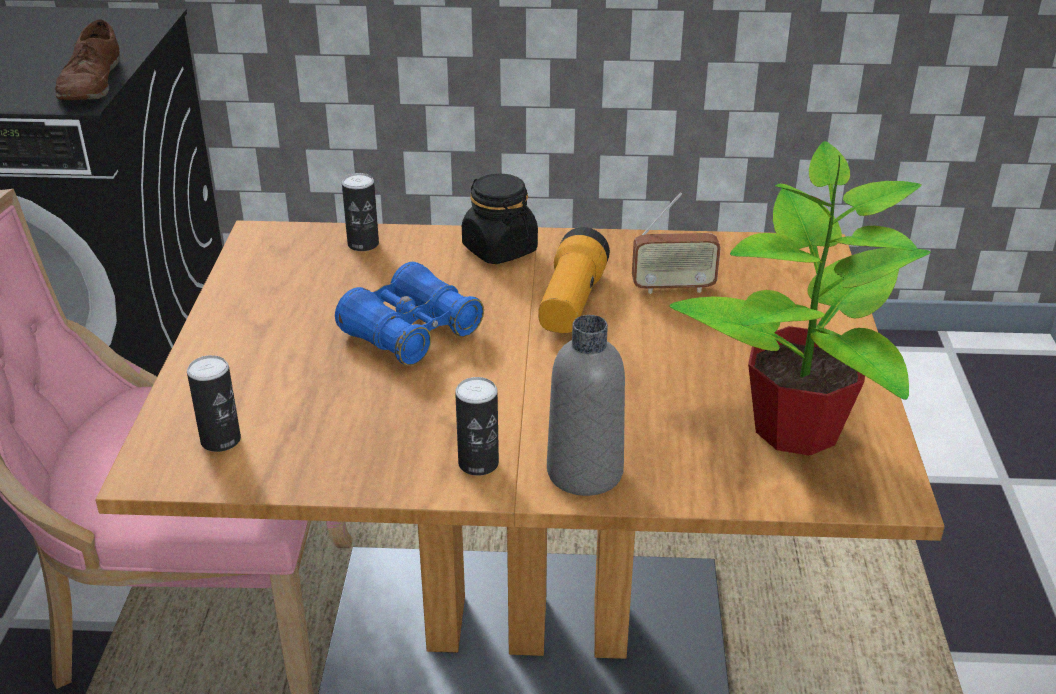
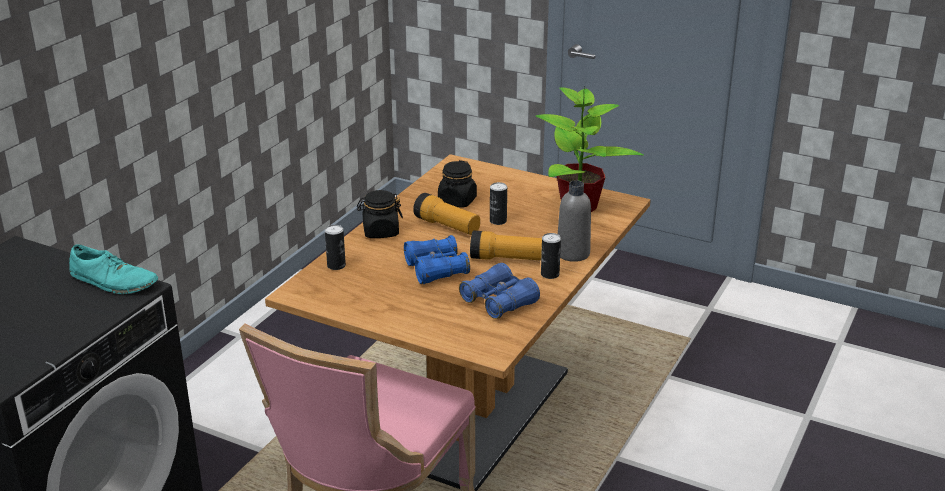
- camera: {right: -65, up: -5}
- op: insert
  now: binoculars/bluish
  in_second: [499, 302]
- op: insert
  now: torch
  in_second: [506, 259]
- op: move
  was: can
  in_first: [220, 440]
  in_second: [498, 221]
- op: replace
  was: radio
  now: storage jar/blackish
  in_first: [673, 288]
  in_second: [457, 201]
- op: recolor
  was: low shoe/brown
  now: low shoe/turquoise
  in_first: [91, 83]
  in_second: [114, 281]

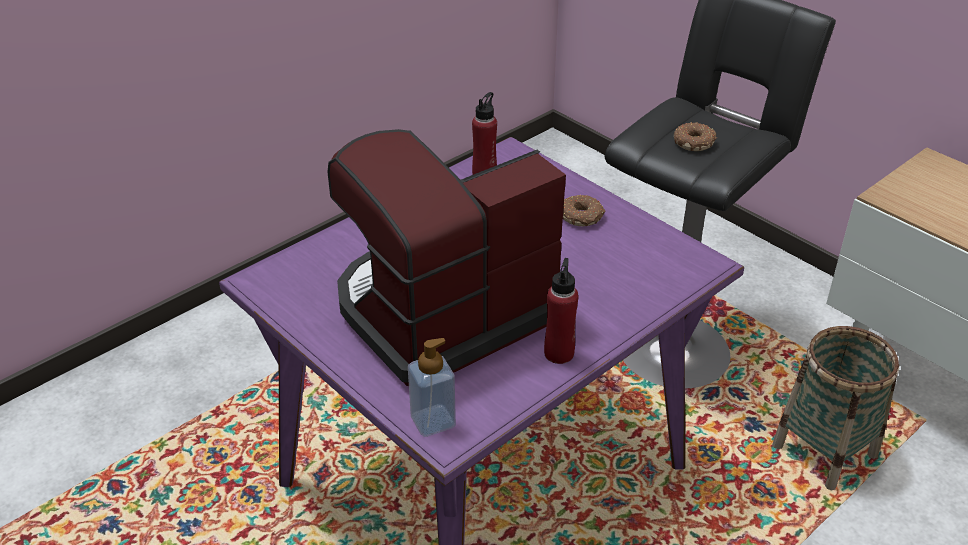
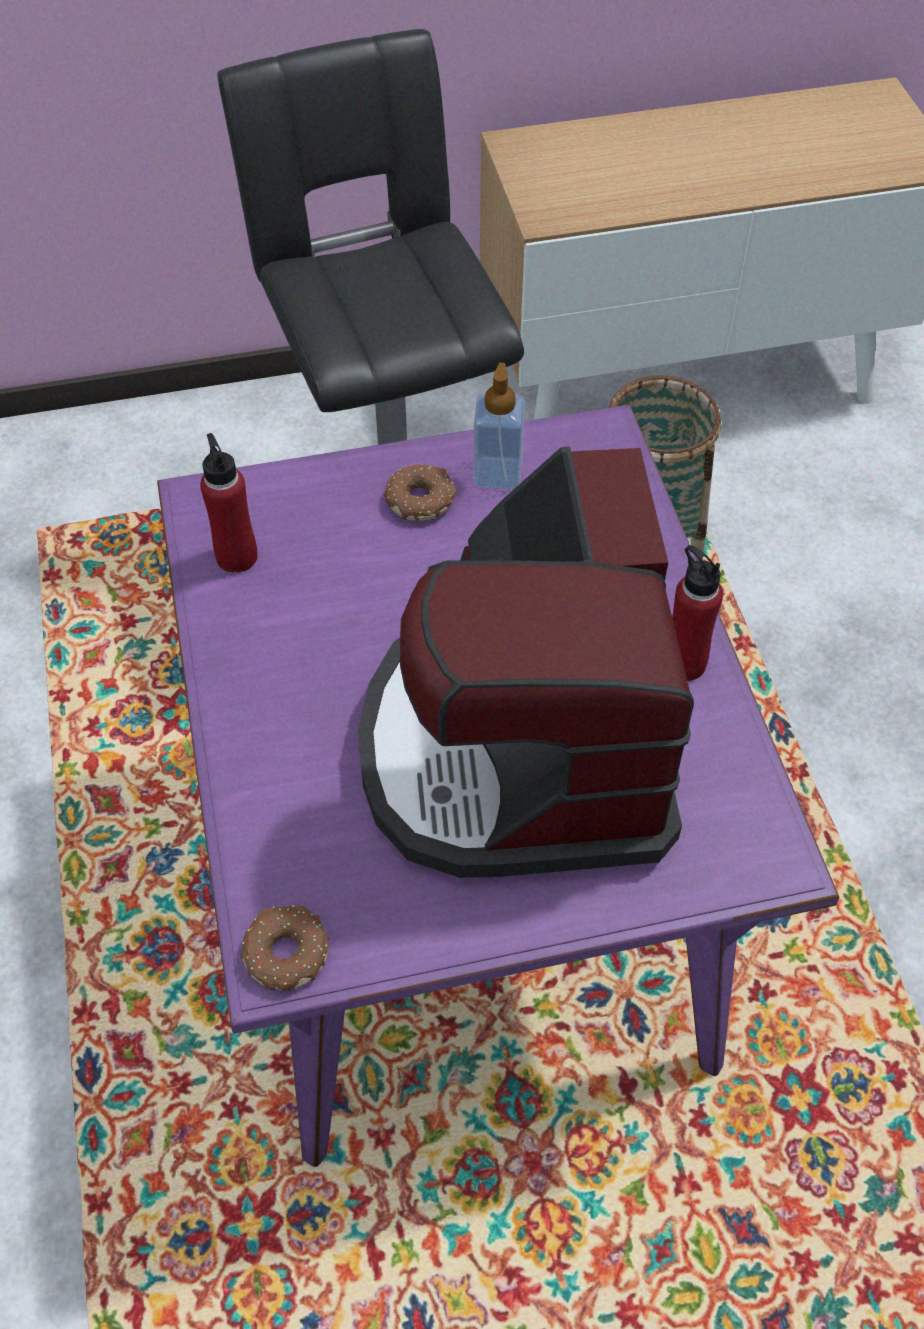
- camera: {right: -60, up: 15}
- op: move
  was: liquid soap bottle
  in_first: [433, 421]
  in_second: [497, 474]
- op: move
  was: ring doughnut
  in_first: [694, 142]
  in_second: [286, 952]

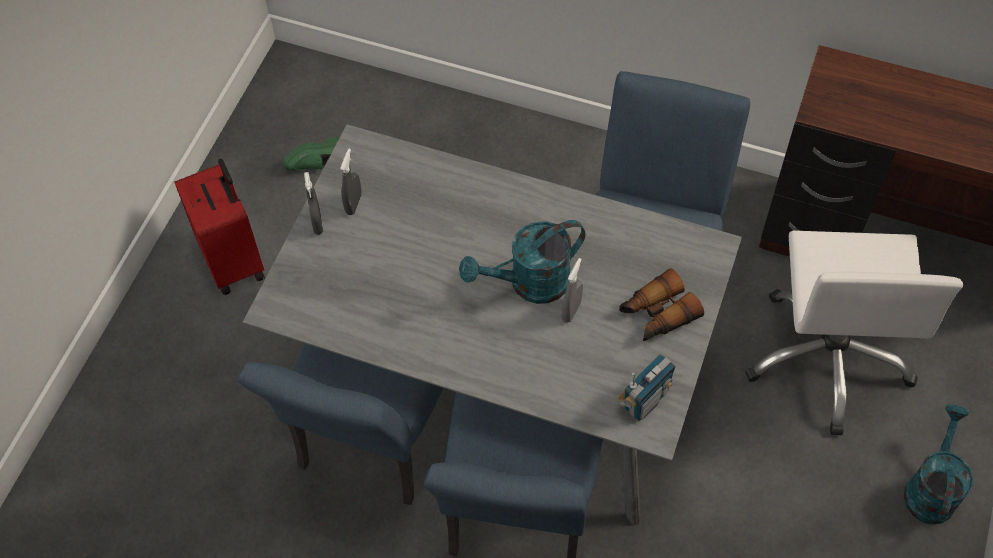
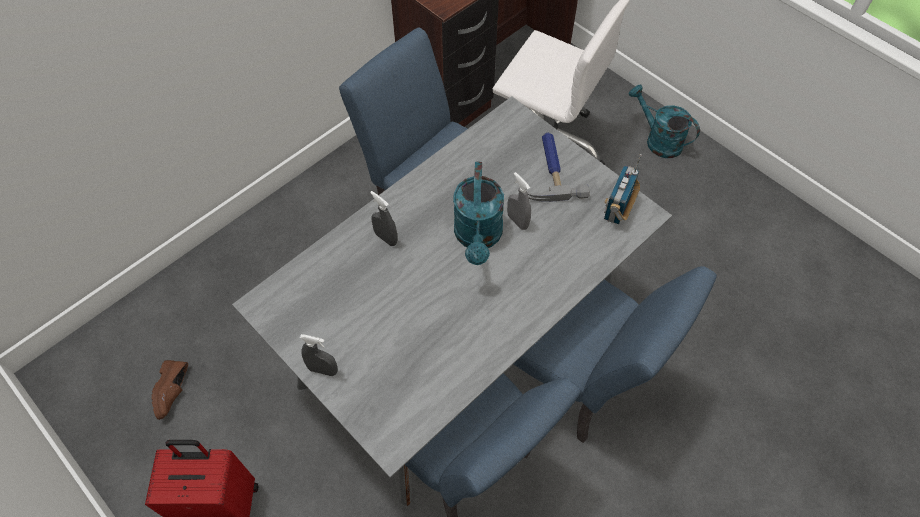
- camera: {right: -65, up: 0}
- op: move
  was: sprayer/gray
  in_first: [353, 204]
  in_second: [386, 238]
- op: replace
  was: binoculars
  now: hammer
  in_first: [657, 314]
  in_second: [549, 170]
- op: recolor
  was: low shoe/green
  now: low shoe/brown
  in_first: [319, 165]
  in_second: [175, 391]
- op: rotate
  was: radio
  in_first: [644, 401]
  in_second: [617, 210]
  clockwise: -135

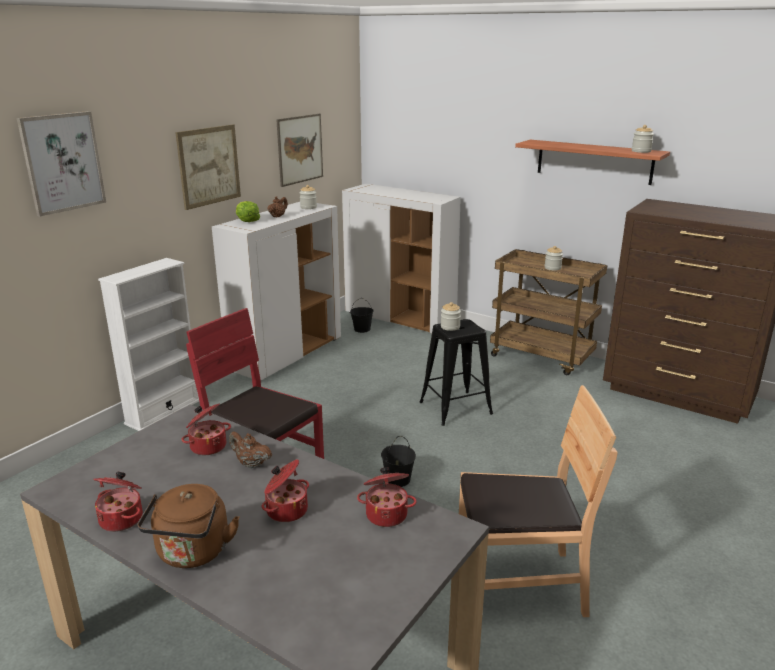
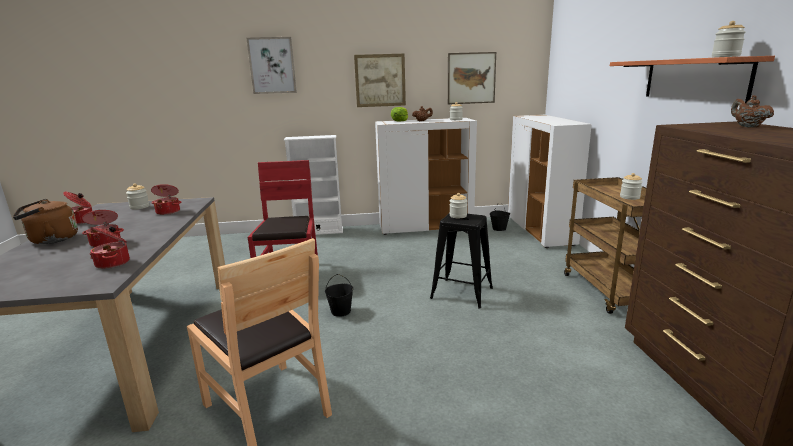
- camera: {right: 50, up: -5}
- op: insert
  now: storage jar
  in_second: [139, 207]
- op: move
  was: teapot/brown
  in_first: [251, 464]
  in_second: [747, 126]

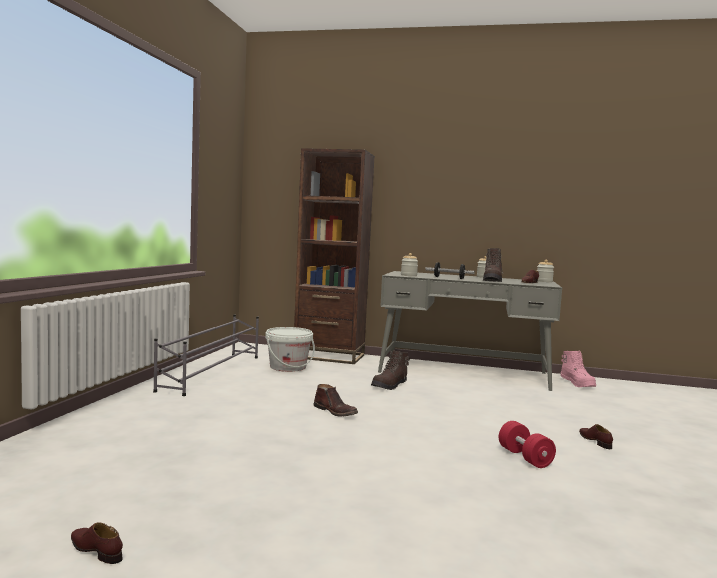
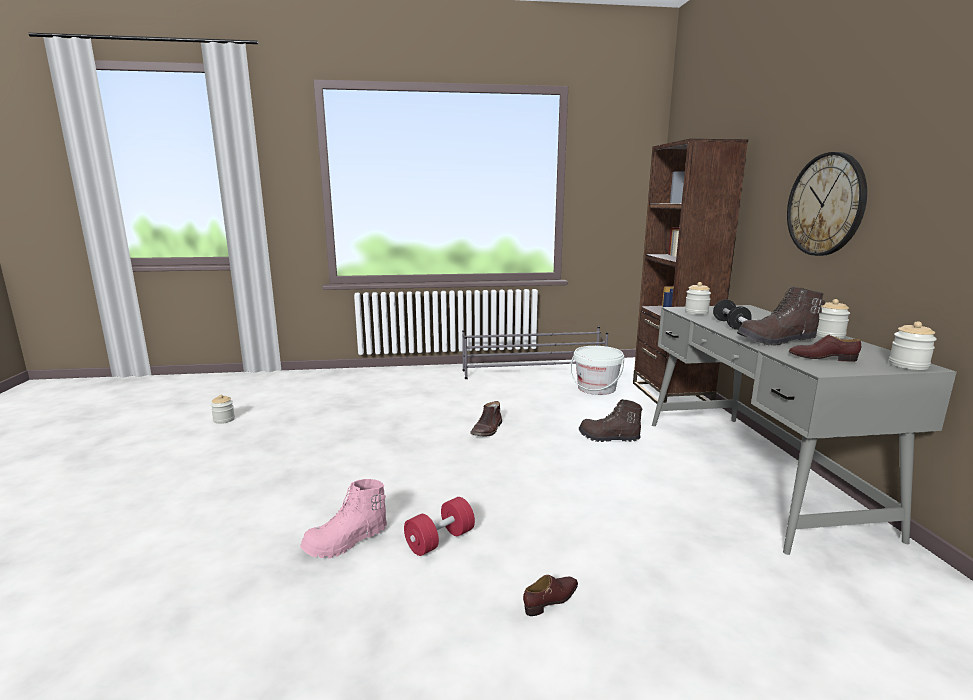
- camera: {right: 70, up: 10}
- op: insert
  now: clock on the wall
  in_second: [826, 205]
- op: move
  was: tall boot/pink-coloured
  in_first: [577, 383]
  in_second: [346, 542]
- op: replace
  was: low shoe/brown
  now: storage jar
  in_first: [96, 550]
  in_second: [224, 420]

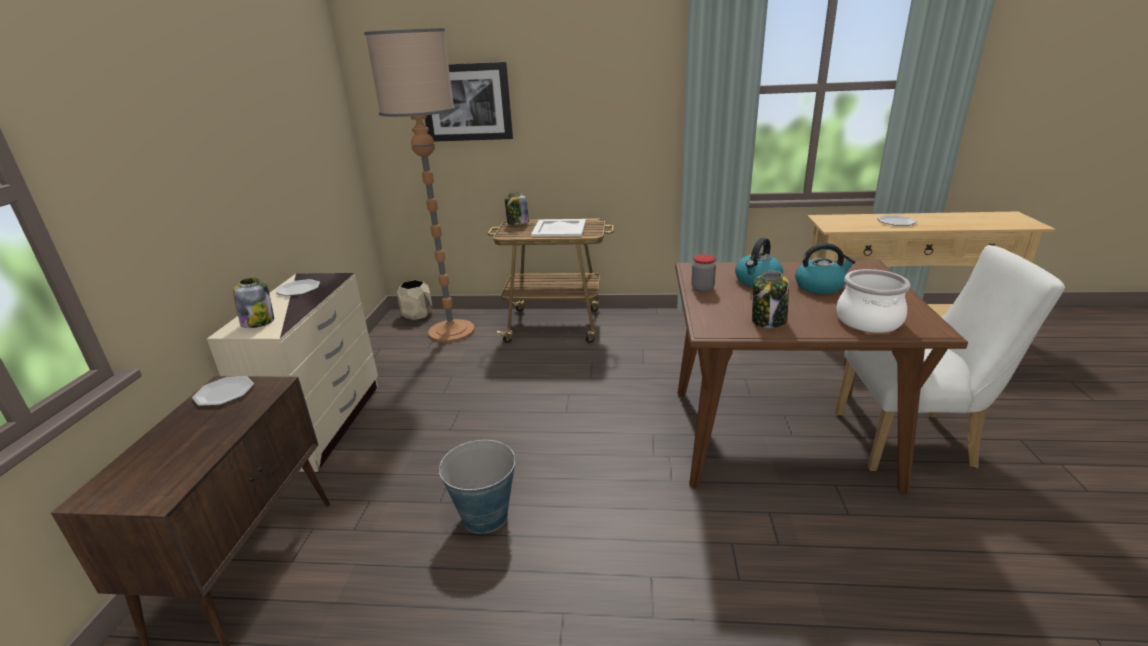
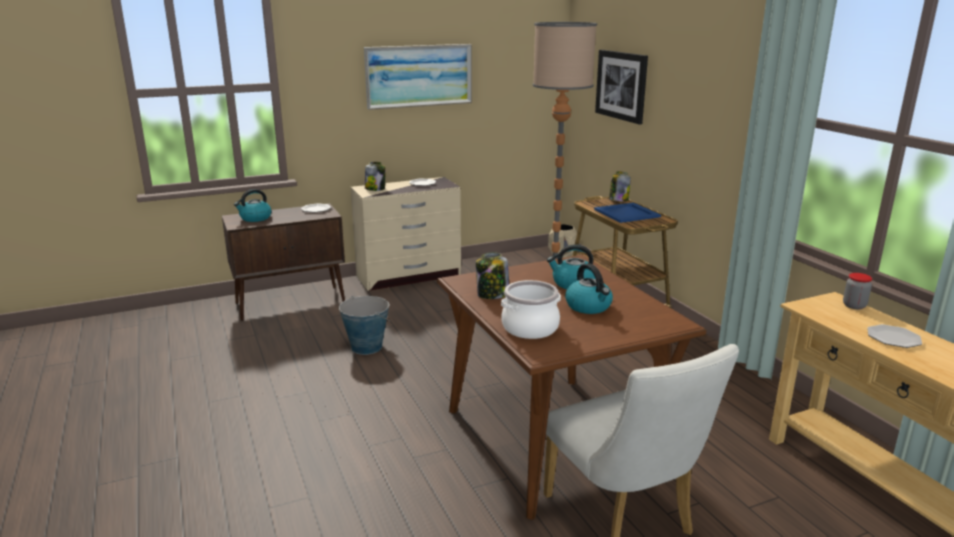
- camera: {right: 60, up: -5}
- op: insert
  now: kettle
  in_second: [255, 218]
- op: insert
  now: picture
  in_second: [419, 75]
- op: move
  was: storage jar
  in_first: [702, 288]
  in_second: [854, 306]
- op: recolor
  was: serving tray/whitish
  now: serving tray/bluish
  in_first: [559, 228]
  in_second: [627, 213]

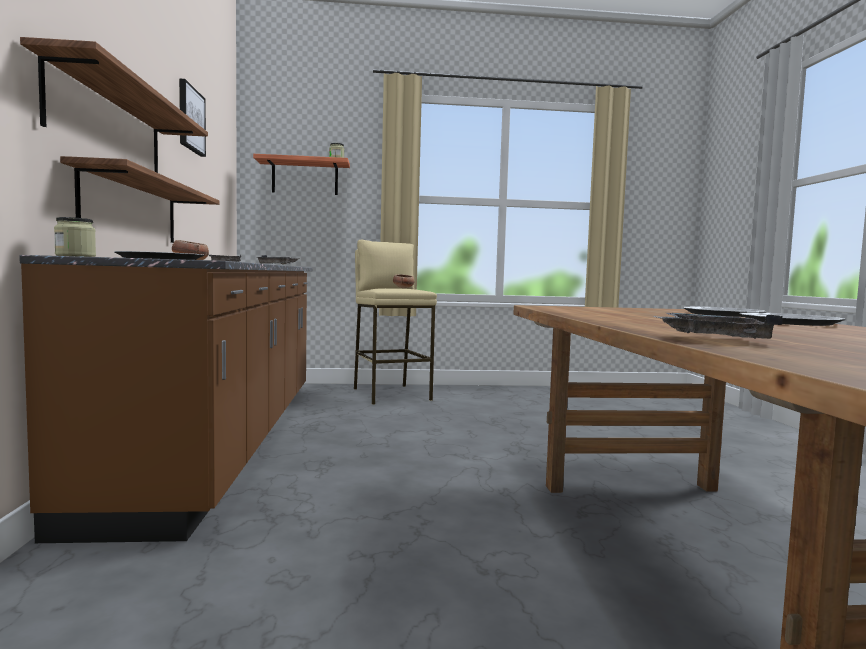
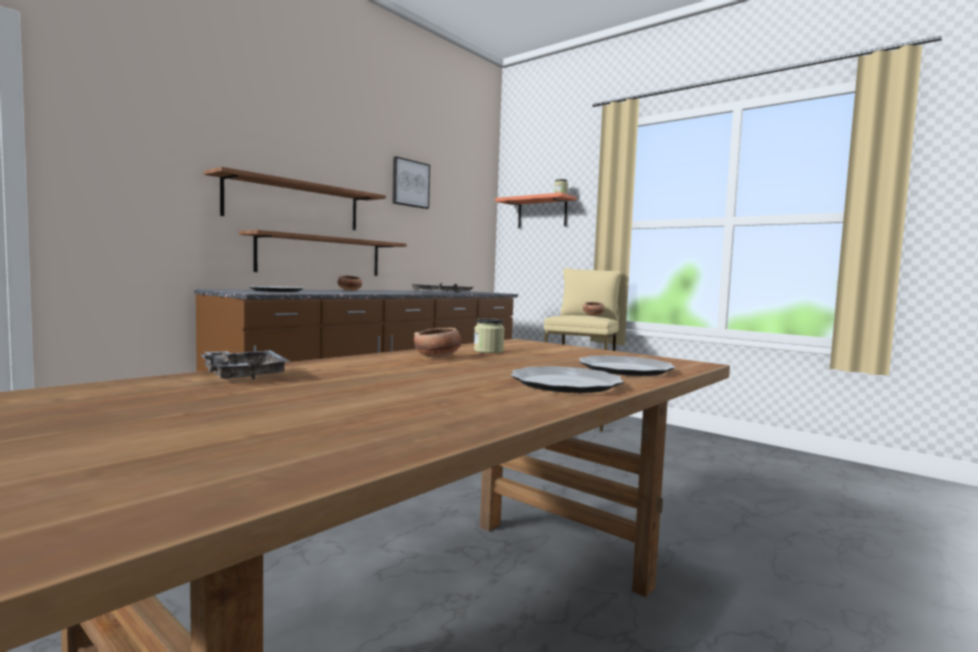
- camera: {right: 45, up: 0}
- op: insert
  now: serving bowl
  in_second: [438, 357]
- op: move
  was: storage jar
  in_first: [75, 256]
  in_second: [488, 351]

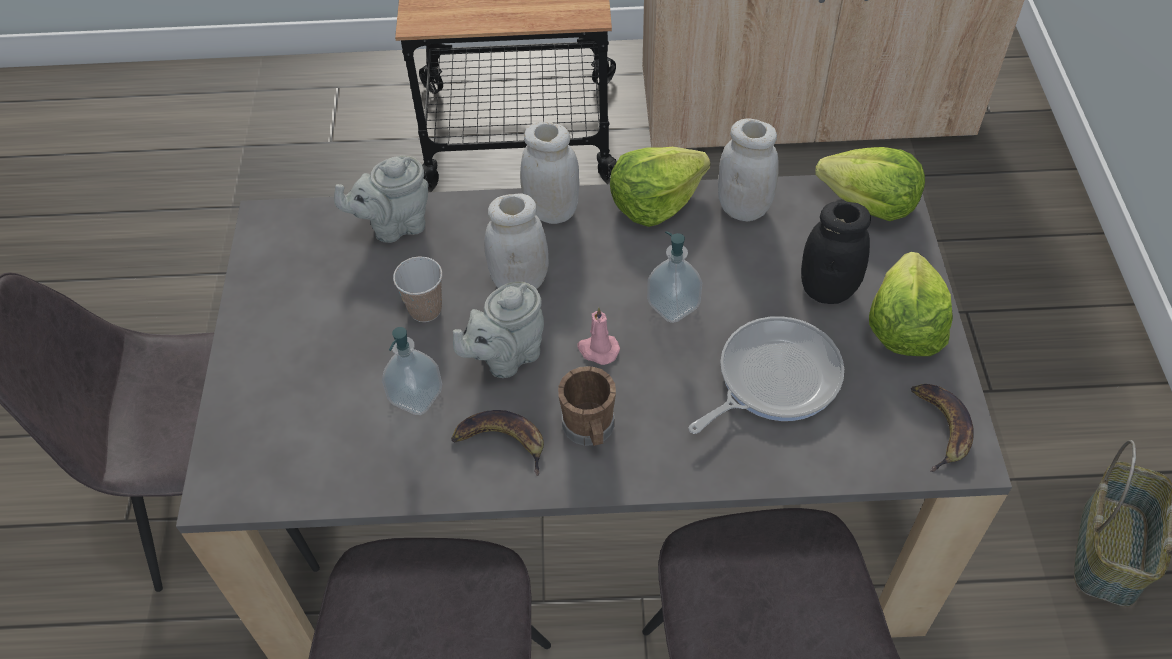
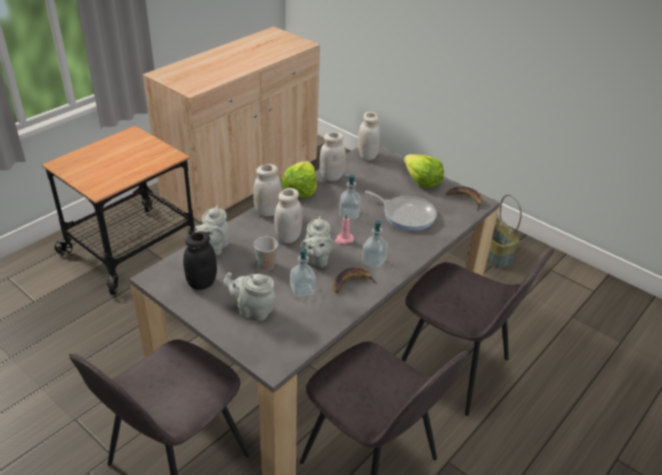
- camera: {right: -50, up: -15}
- op: insert
  now: teapot/gray
  in_second: [253, 310]
- op: move
  was: storage jar/blackish
  in_first: [827, 289]
  in_second: [202, 283]
- op: replace
  was: mug/brown
  now: liquid soap bottle
  in_first: [590, 429]
  in_second: [373, 261]
- op: replace
  was: lettuce
  now: storage jar/whitish
  in_first: [869, 203]
  in_second: [367, 156]
- op: rotate
  was: pan
  in_first: [773, 378]
  in_second: [406, 215]
  clockwise: 120

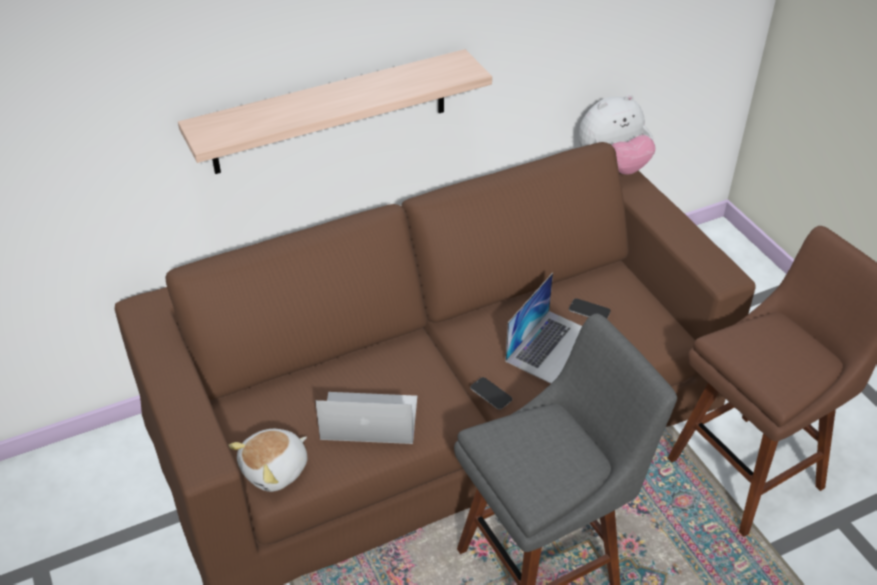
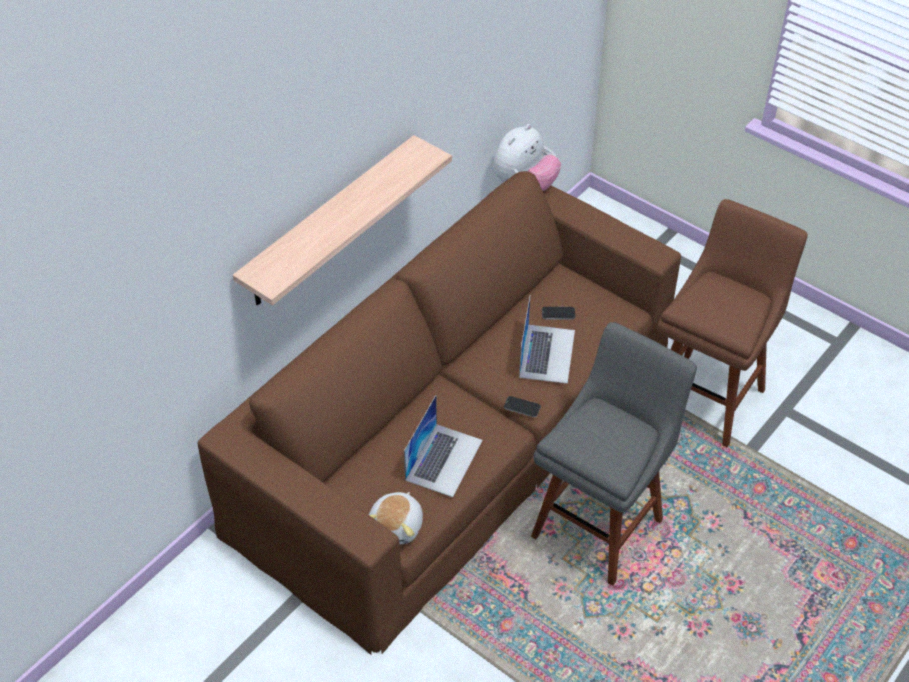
- camera: {right: -25, up: 5}
- op: rotate
  was: laptop
  in_first: [369, 418]
  in_second: [444, 459]
  clockwise: 135

